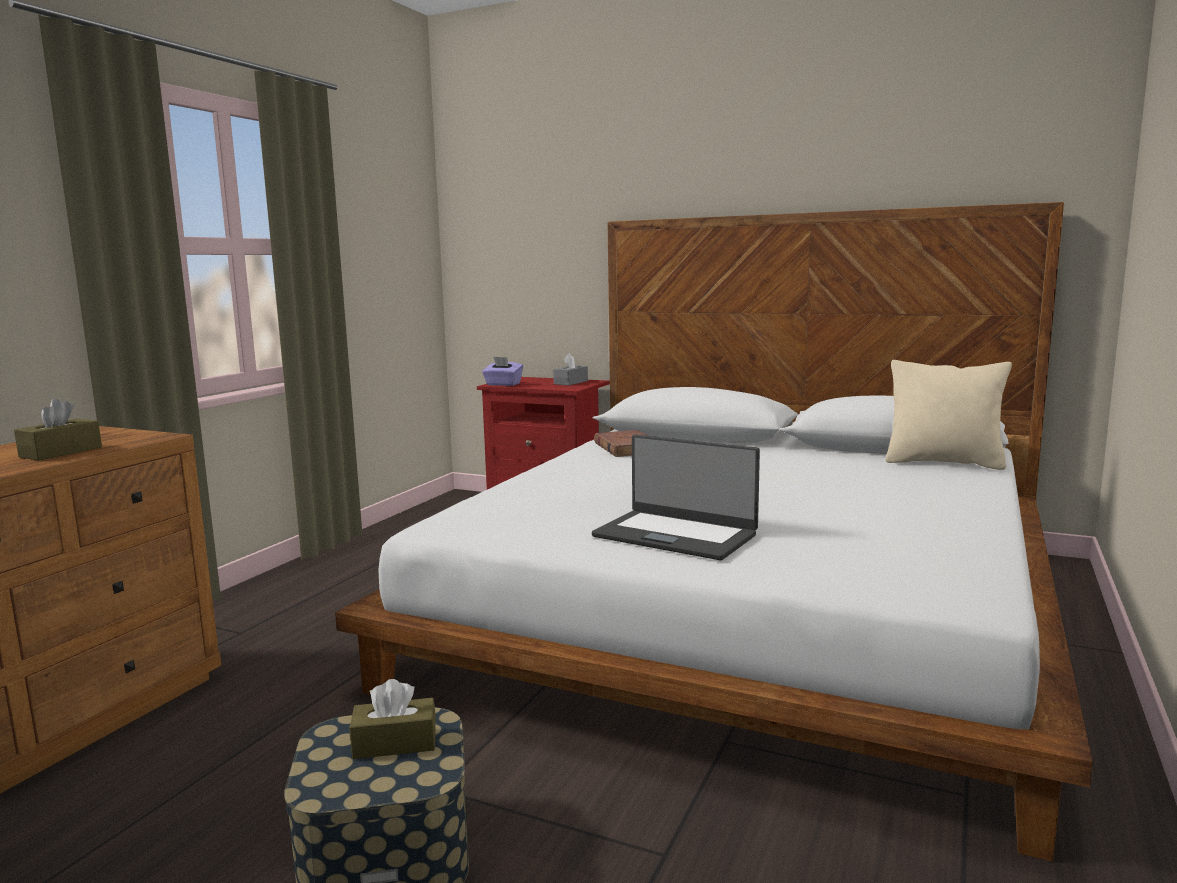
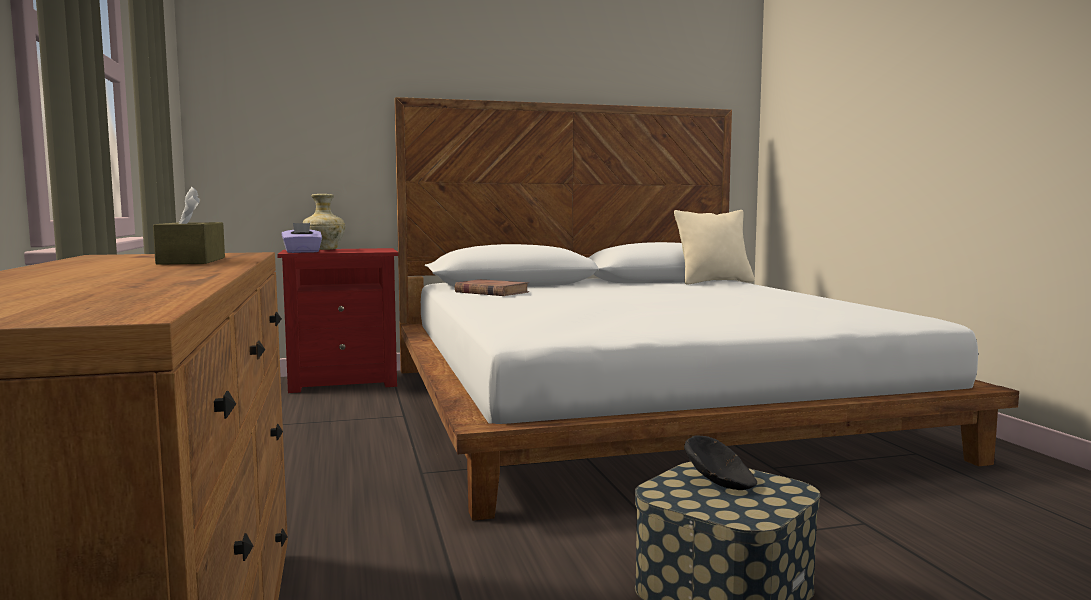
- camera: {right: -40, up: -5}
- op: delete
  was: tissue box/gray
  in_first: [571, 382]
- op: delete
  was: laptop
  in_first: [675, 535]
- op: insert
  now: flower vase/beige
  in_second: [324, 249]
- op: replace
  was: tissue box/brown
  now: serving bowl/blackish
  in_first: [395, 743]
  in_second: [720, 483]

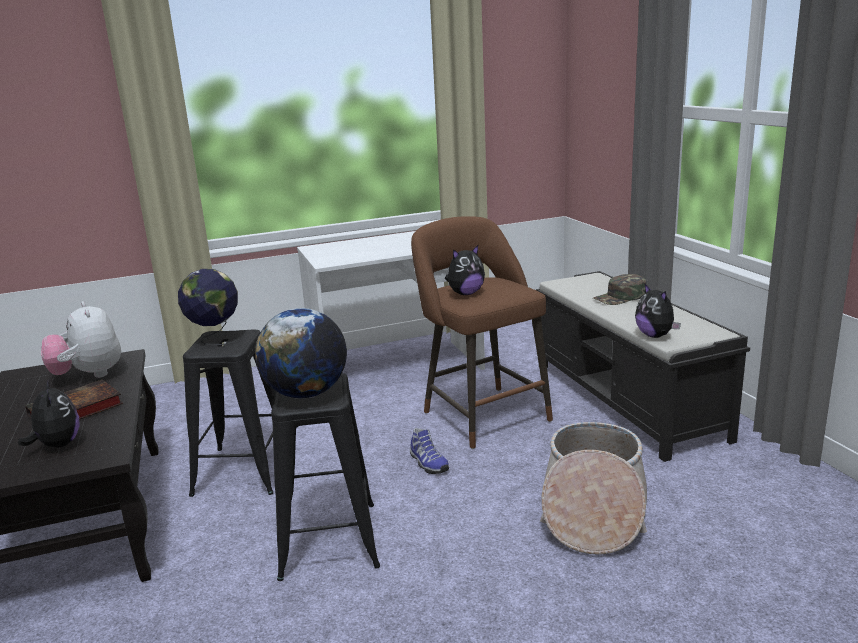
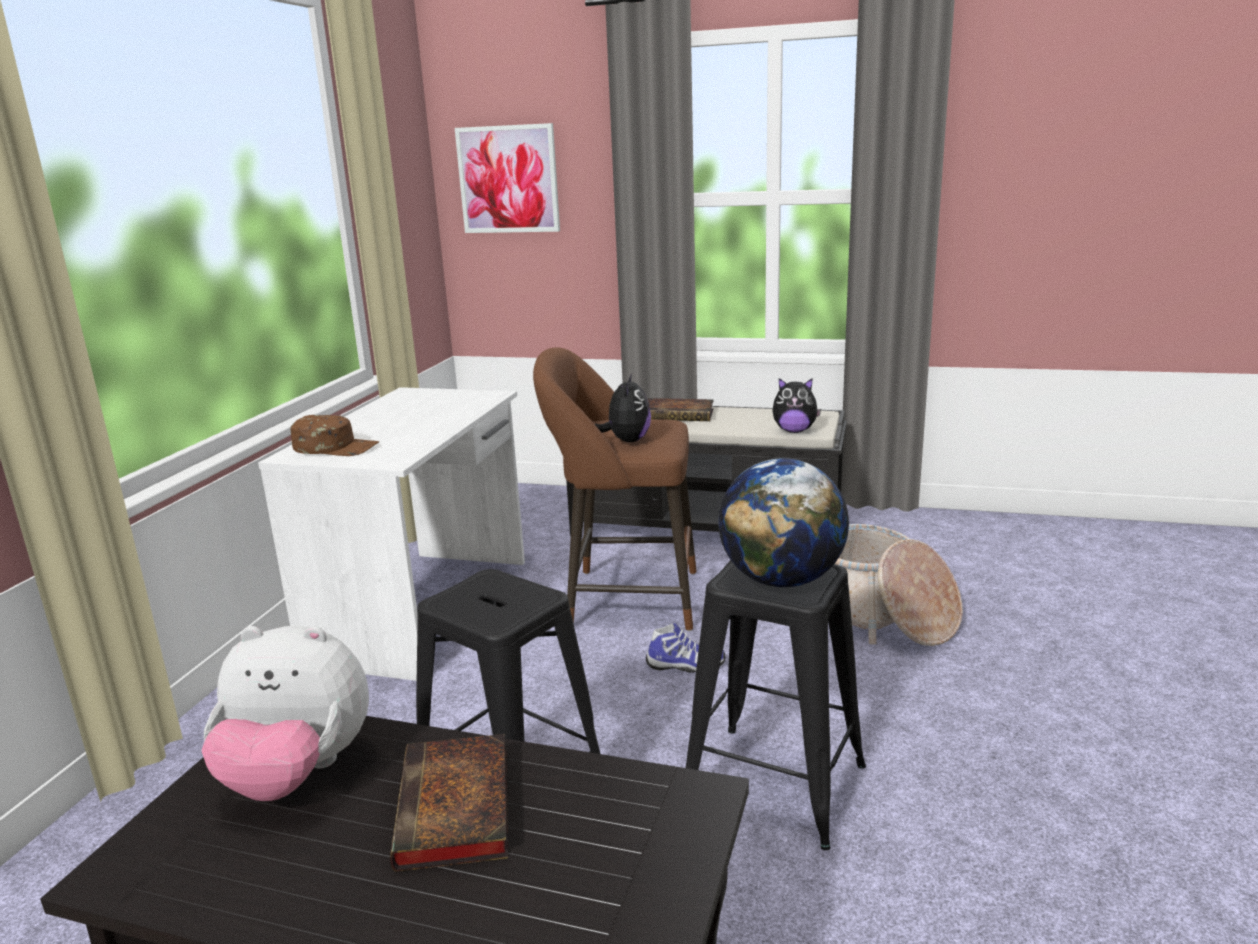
- camera: {right: -55, up: 0}
- op: delete
  was: cuddly toy
  in_first: [57, 445]
- op: delete
  was: world globe
  in_first: [215, 339]
- op: insert
  now: peaked cap/brown
  in_second: [336, 447]
- op: insert
  now: picture
  in_second: [508, 179]
- op: replace
  was: peaked cap/green
  now: book
  in_first: [620, 297]
  in_second: [680, 415]

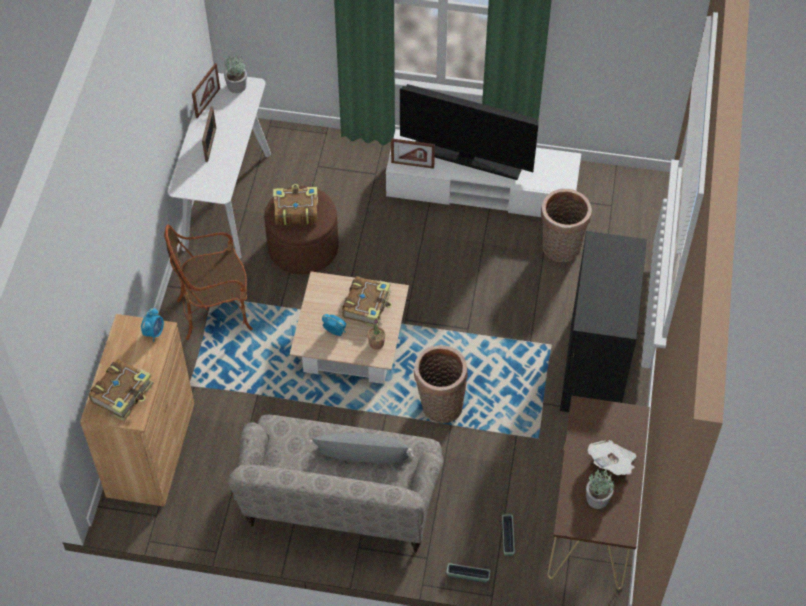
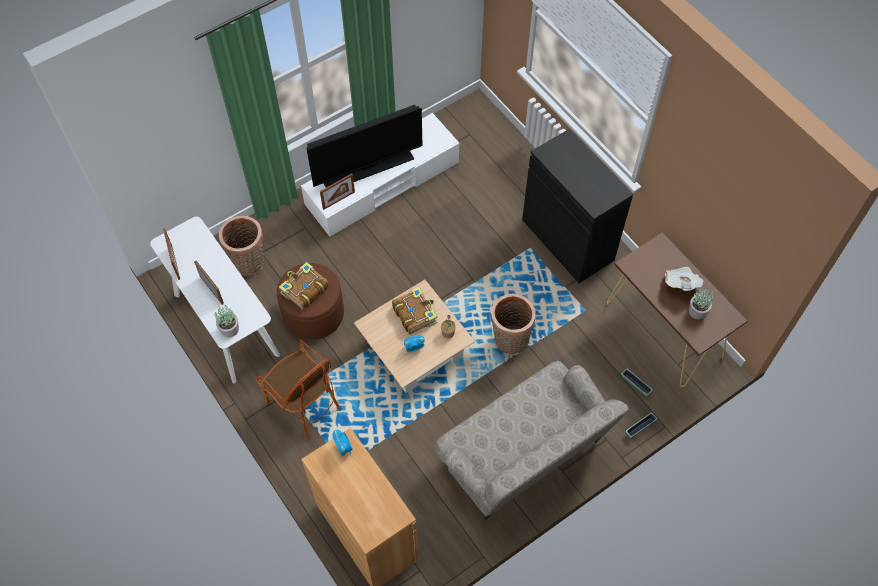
- camera: {right: -45, up: 5}
- op: delete
  was: book
  in_first: [123, 393]
- op: delete
  was: throw pillow/gray
  in_first: [362, 456]
- op: move
  was: plant in a pot
  in_first: [237, 86]
  in_second: [230, 329]
- op: move
  was: storage basket
  in_first: [560, 249]
  in_second: [249, 264]
- op: rotate
  was: easy chair
  in_first: [215, 311]
  in_second: [304, 404]
  clockwise: -75

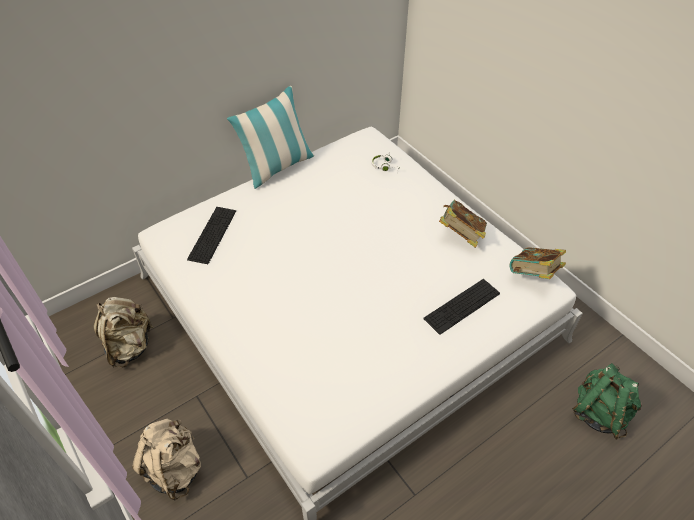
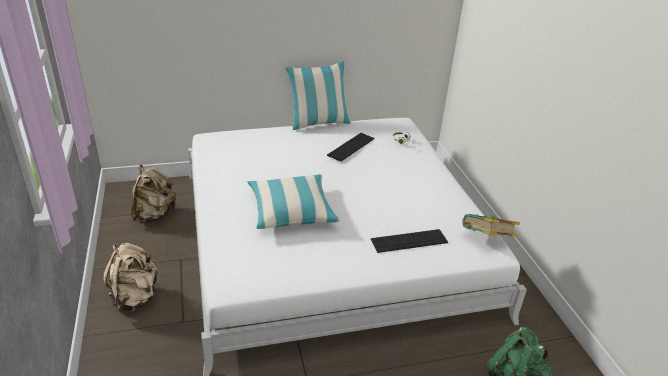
- camera: {right: 20, up: -15}
- op: delete
  was: book
  in_first: [460, 235]
- op: insert
  now: throw pillow
  in_second: [291, 211]
- op: move
  was: computer keyboard
  in_first: [212, 234]
  in_second: [351, 147]

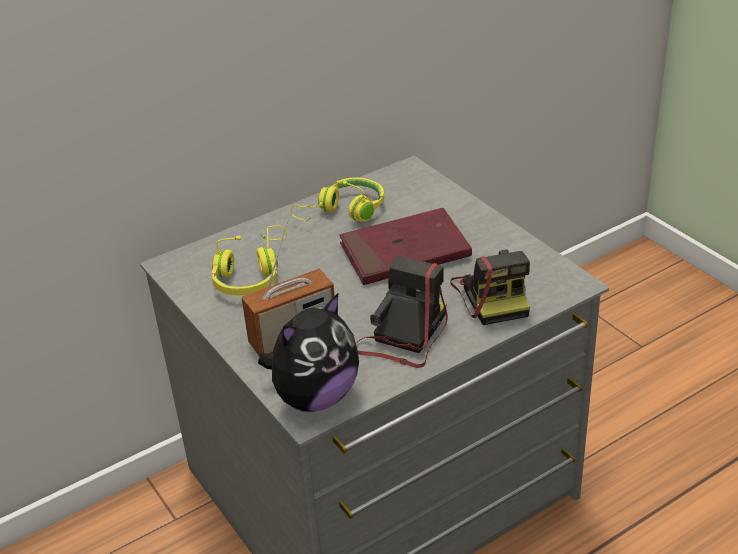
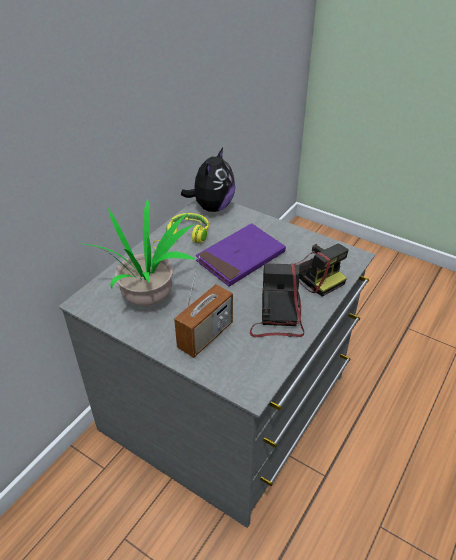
- camera: {right: -25, up: 5}
- op: move
  was: cuddly toy
  in_first: [315, 397]
  in_second: [212, 207]
- op: replace
  was: headphones/yellow
  now: plant in a pot
  in_first: [251, 274]
  in_second: [147, 296]
- op: recolor
  was: book/red-coloured
  now: book/purple-coloured
  in_first: [405, 252]
  in_second: [241, 257]

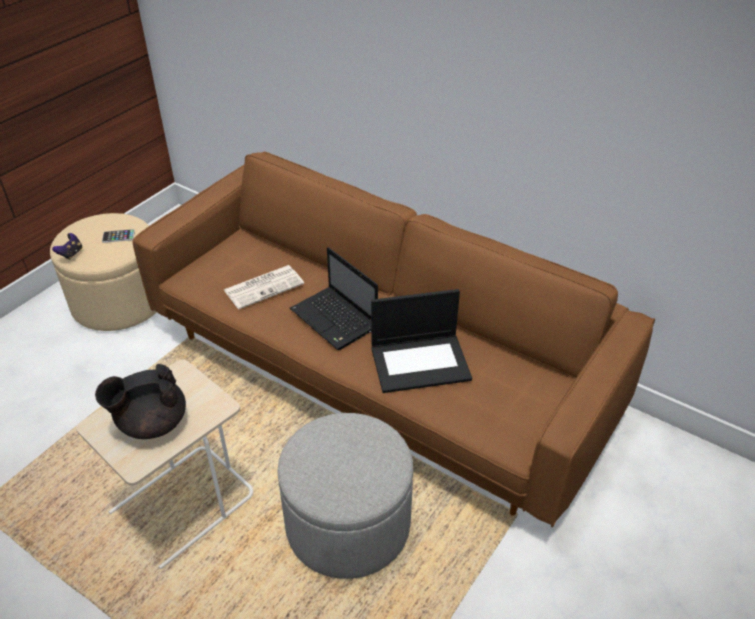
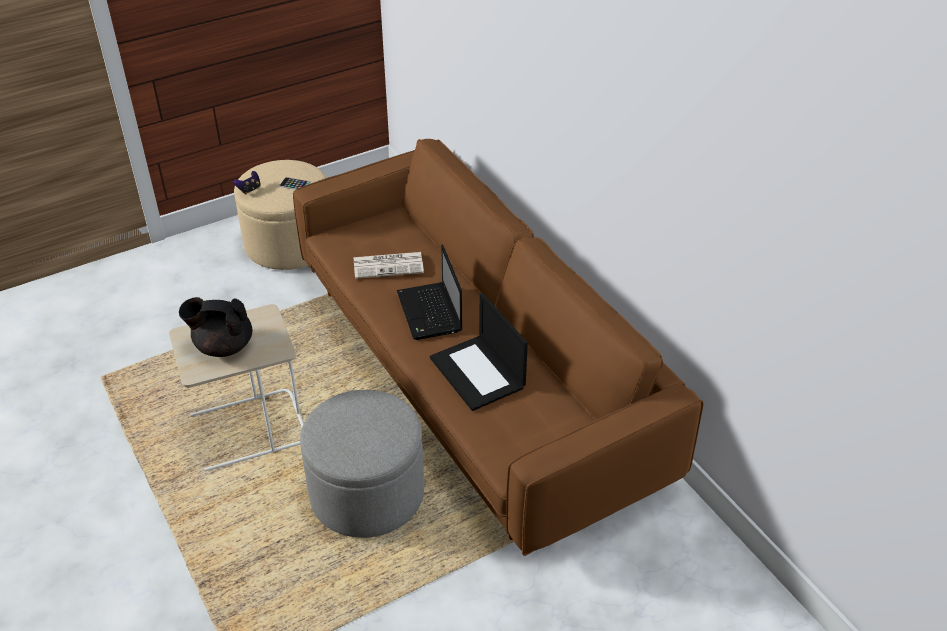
- camera: {right: 25, up: 0}
- op: rotate
  was: laptop
  in_first: [421, 362]
  in_second: [478, 373]
  clockwise: 45

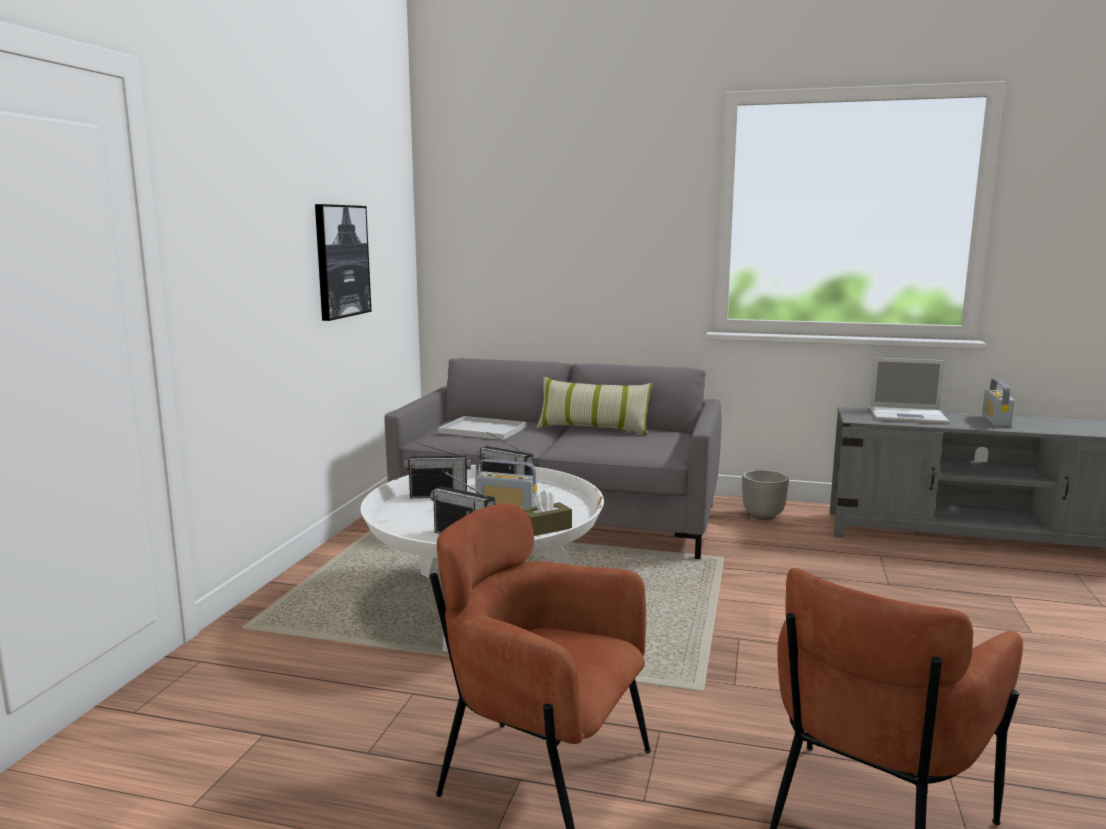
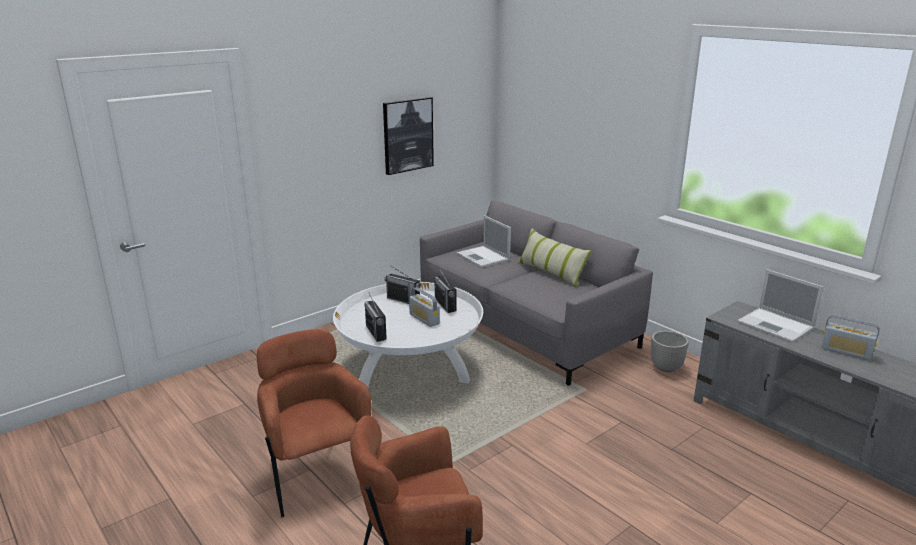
- camera: {right: 35, up: 10}
- op: delete
  was: tissue box/brown
  in_first: [545, 528]
- op: replace
  was: serving tray/whitish
  now: laptop
  in_first: [484, 430]
  in_second: [483, 257]
- op: rotate
  was: radio
  in_first: [996, 421]
  in_second: [846, 351]
  clockwise: -105

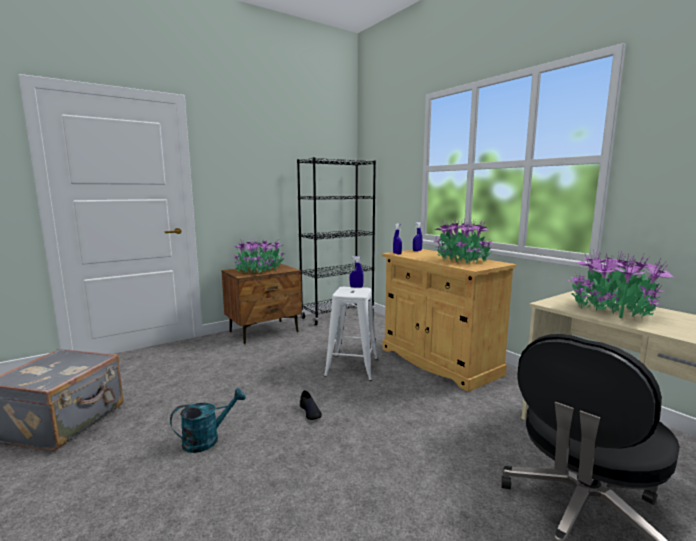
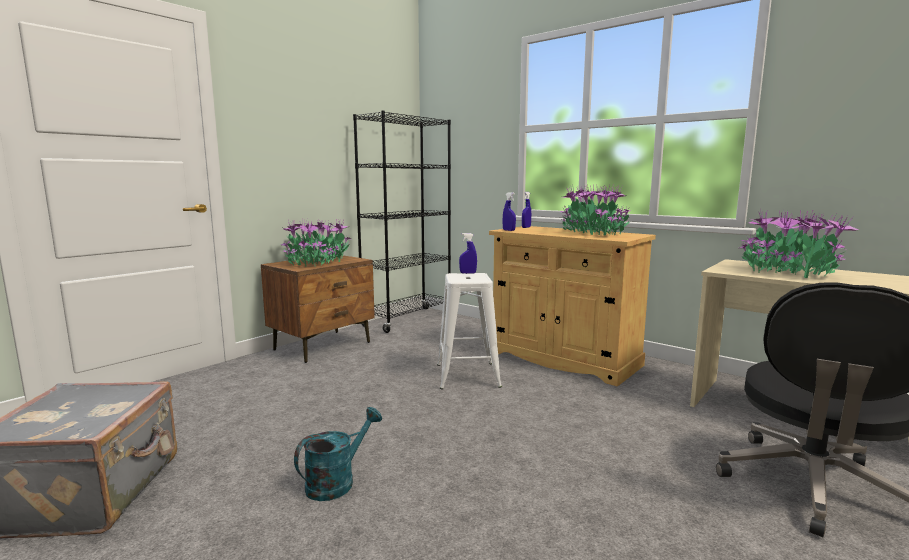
- camera: {right: -15, up: 0}
- op: delete
  was: low shoe/blackish
  in_first: [310, 412]

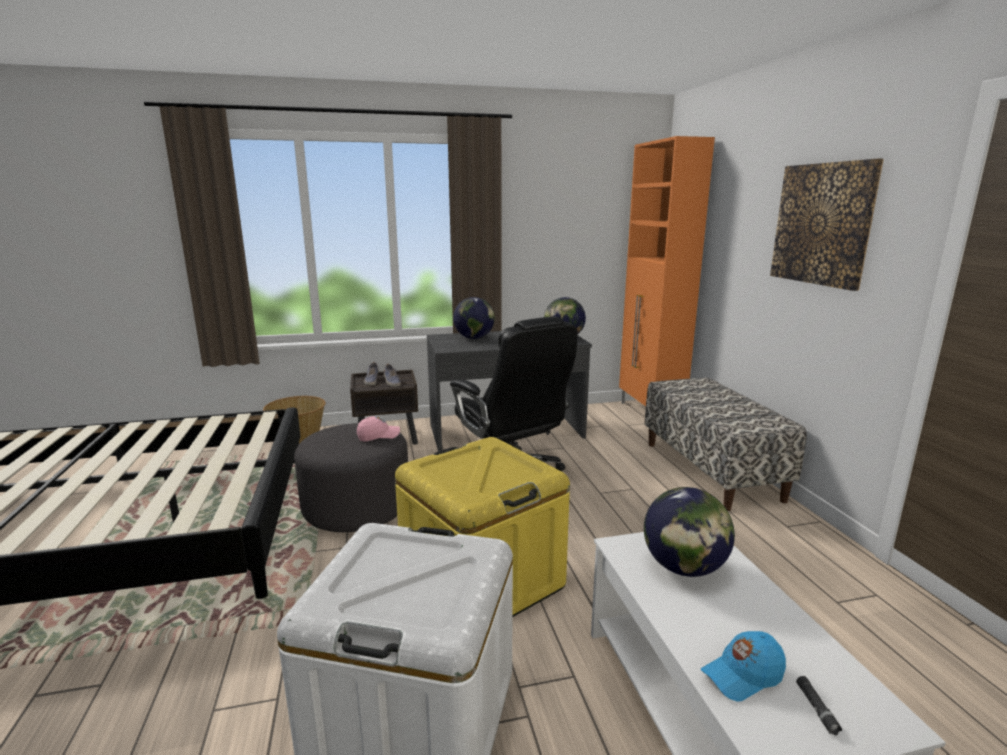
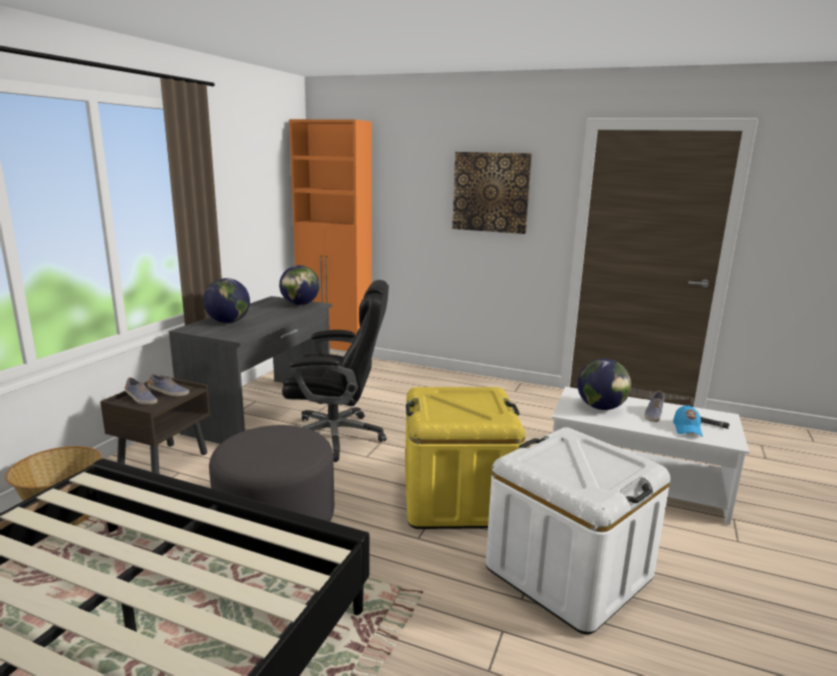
- camera: {right: -55, up: 0}
- op: delete
  was: peaked cap/pink-coloured
  in_first: [378, 436]
- op: delete
  was: indoor bench
  in_first: [711, 470]
- op: insert
  now: low shoe
  in_second: [653, 414]

